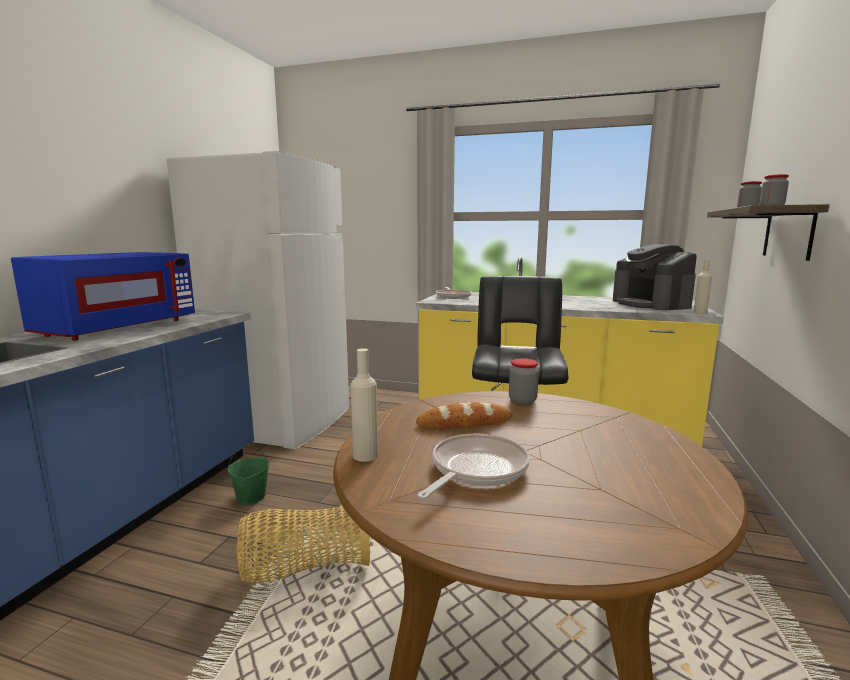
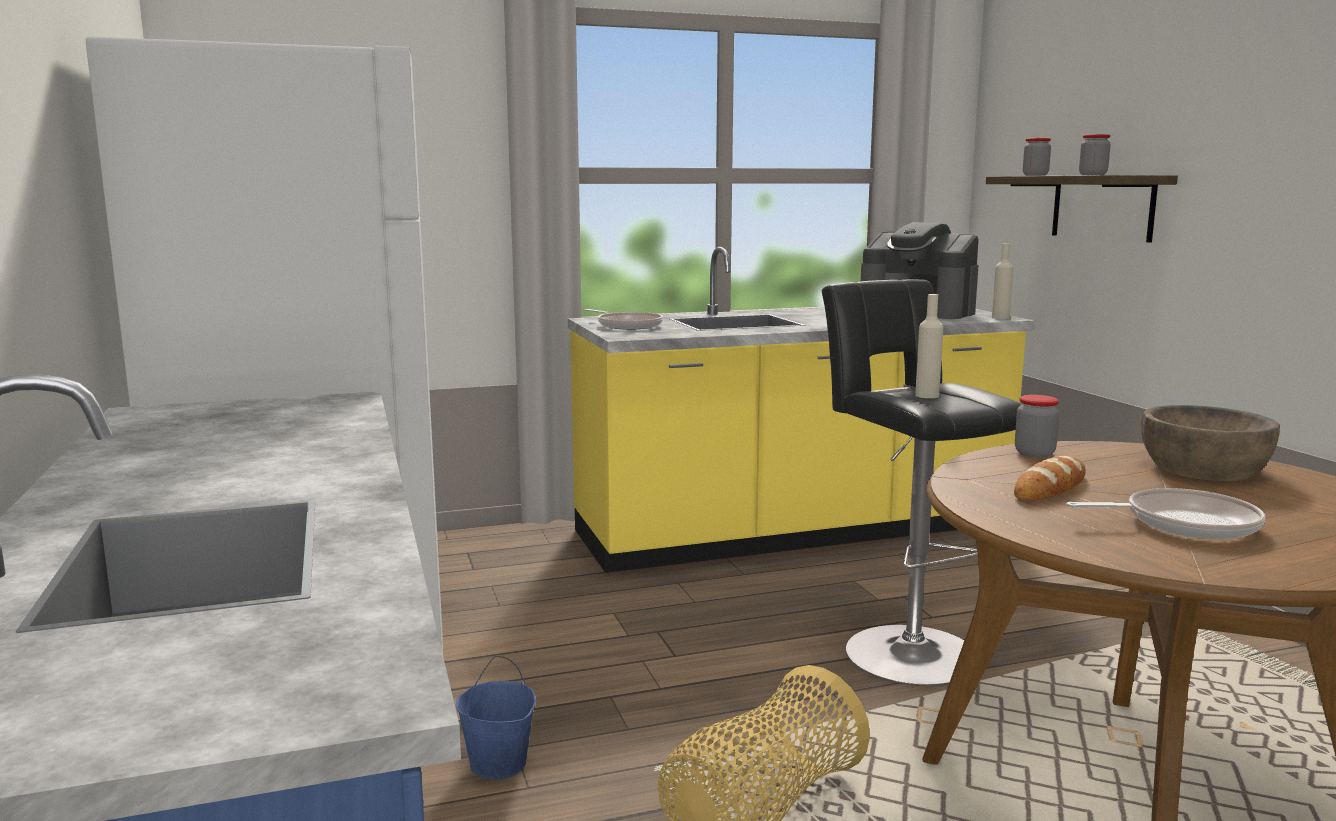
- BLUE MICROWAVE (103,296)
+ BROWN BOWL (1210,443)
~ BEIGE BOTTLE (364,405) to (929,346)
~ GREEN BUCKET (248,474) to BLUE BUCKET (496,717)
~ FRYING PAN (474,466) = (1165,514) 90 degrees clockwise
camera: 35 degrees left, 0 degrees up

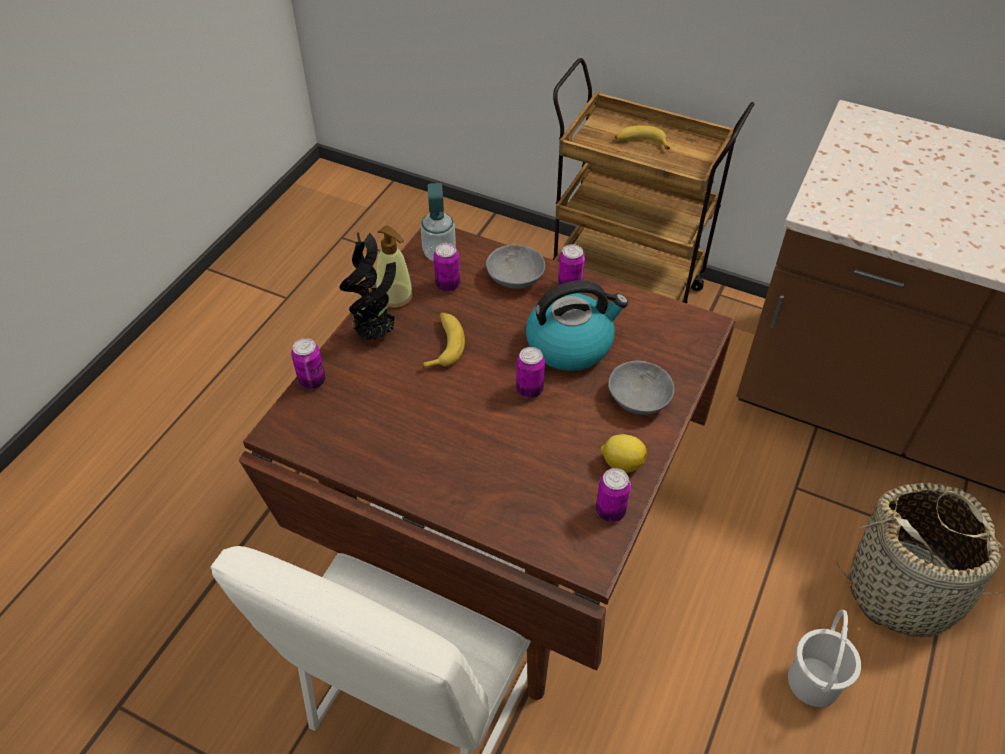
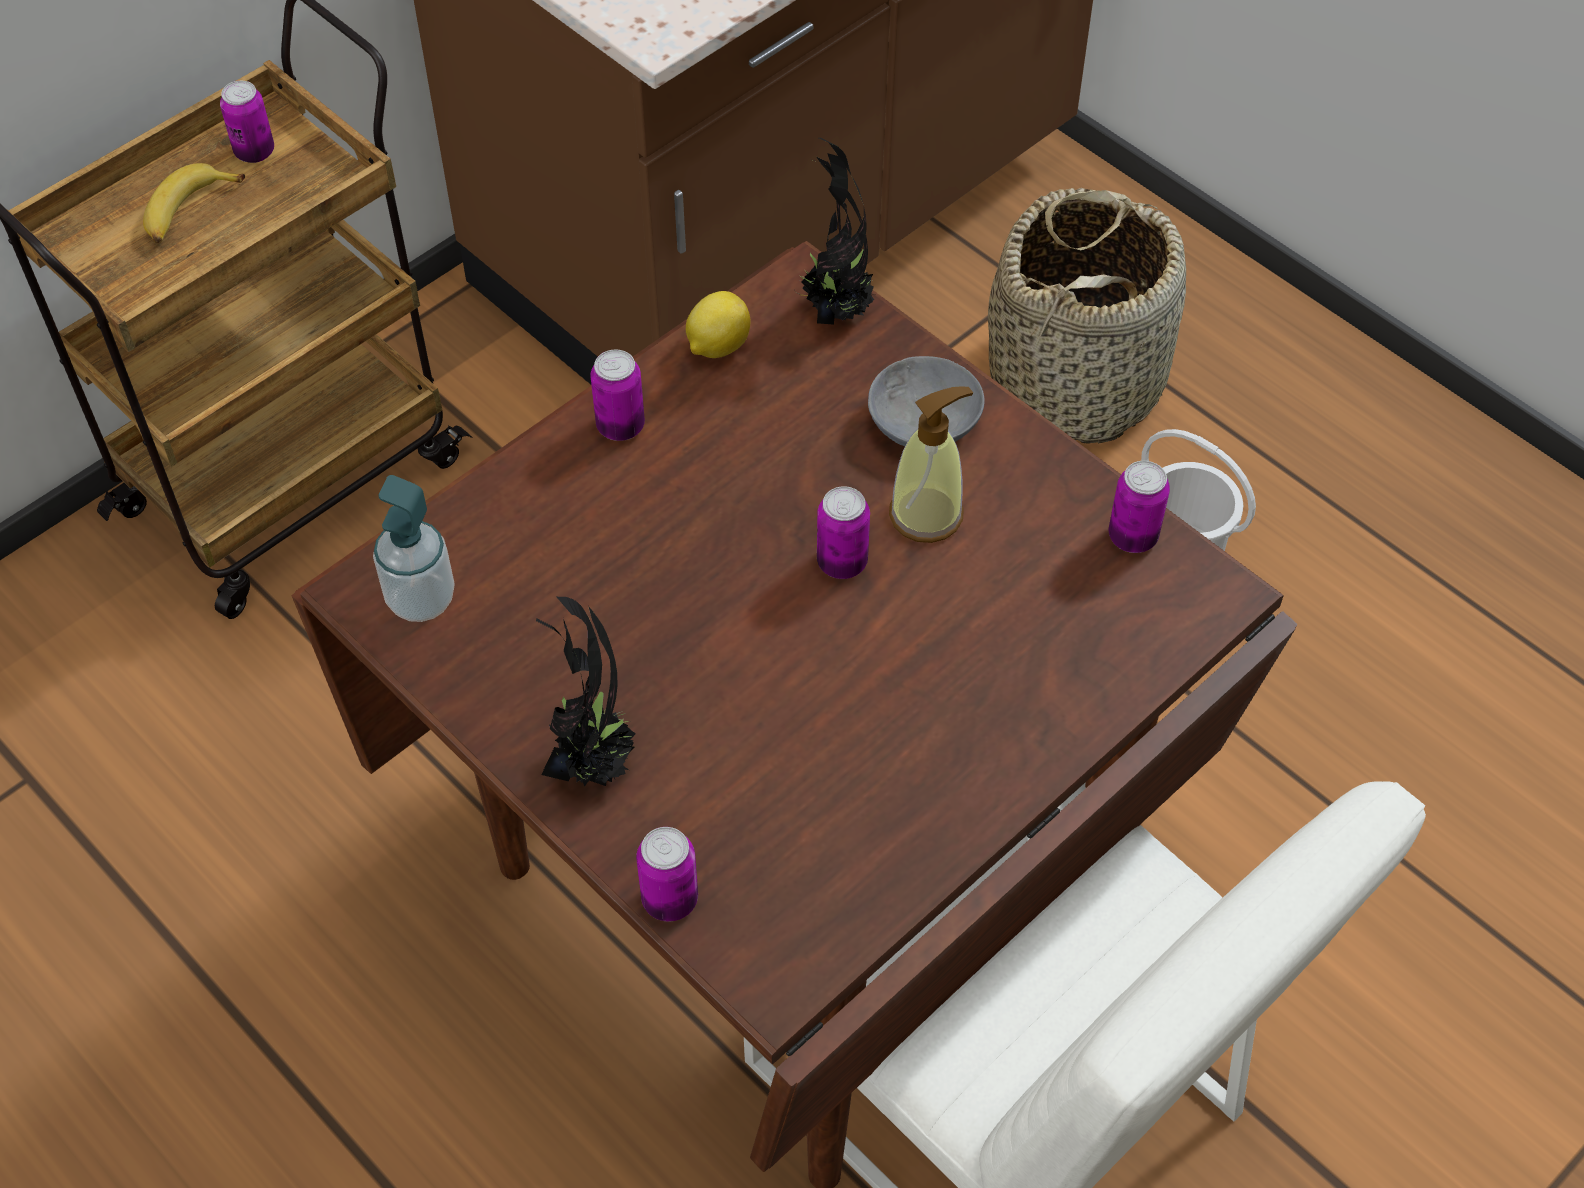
- BANANA (443,340)
- GREY BOWL (515,267)
- KETTLE (577,325)
+ POTTED PLANT (835,231)
~ SOAP DISPENSER (395,267) to (931,464)
~ CAN (446,267) to (247,122)
~ LEMON (623,453) to (718,324)
camera: 70 degrees left, 5 degrees up

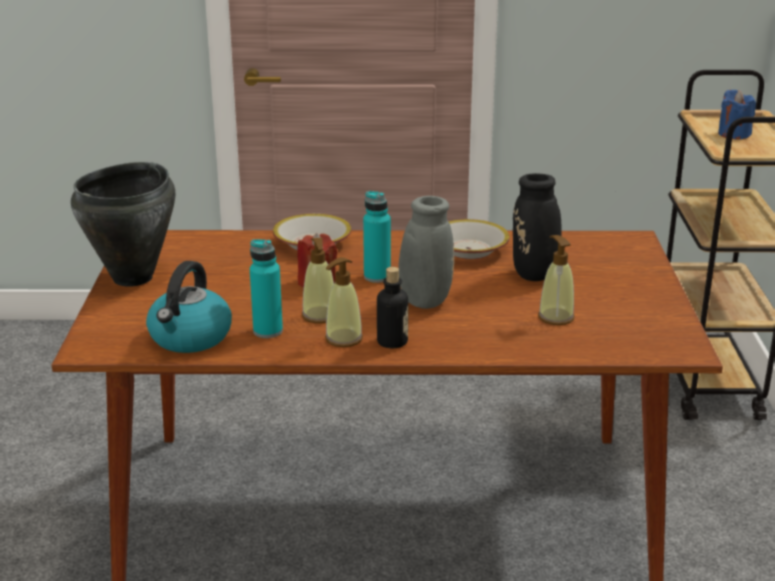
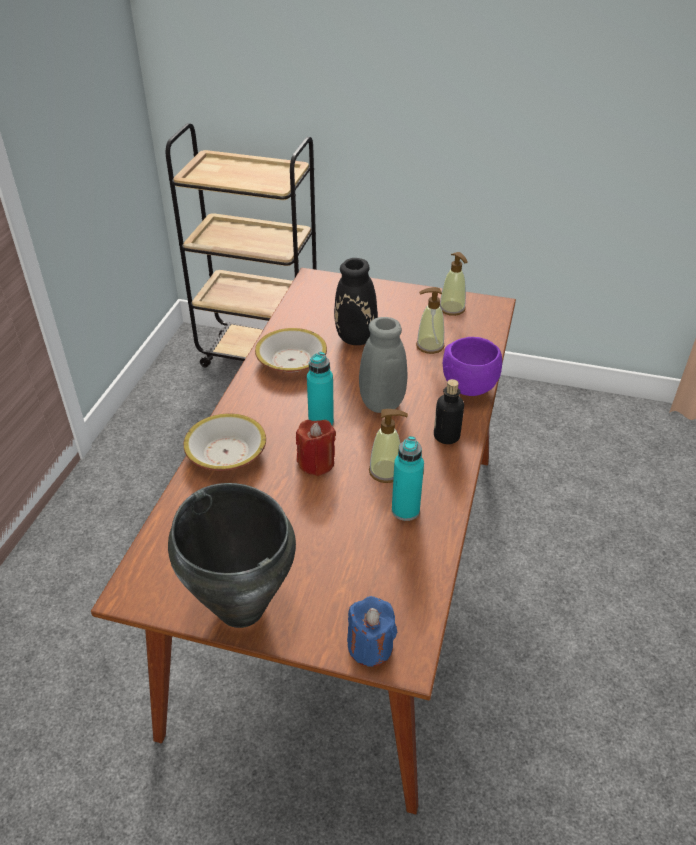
- KETTLE (189,307)
+ PURPLE BOWL (472,366)
~ SOAP DISPENSER (344,302) to (453,284)
~ BLUE CANDLE (737,115) to (372,631)
camera: 75 degrees left, 15 degrees up

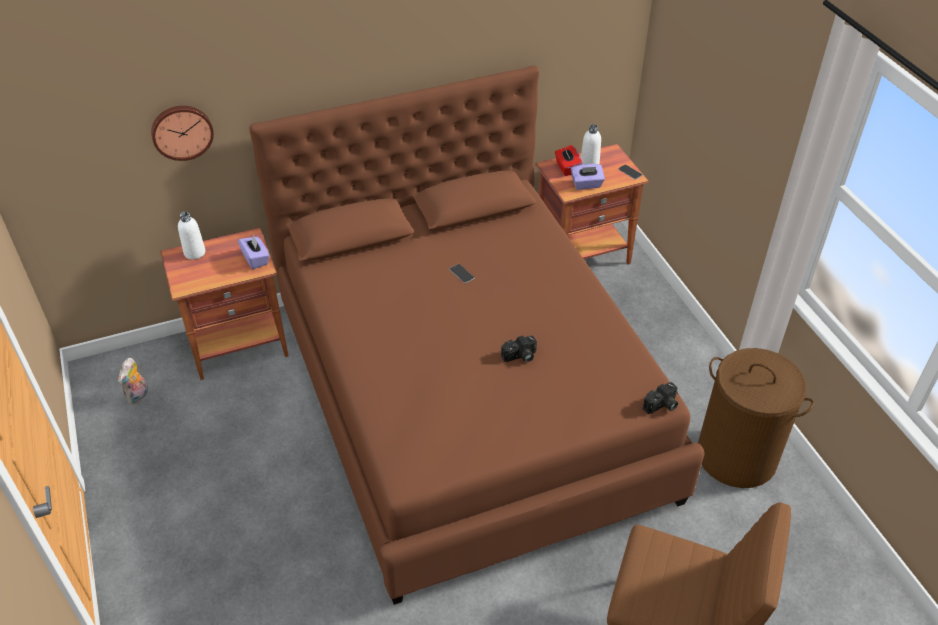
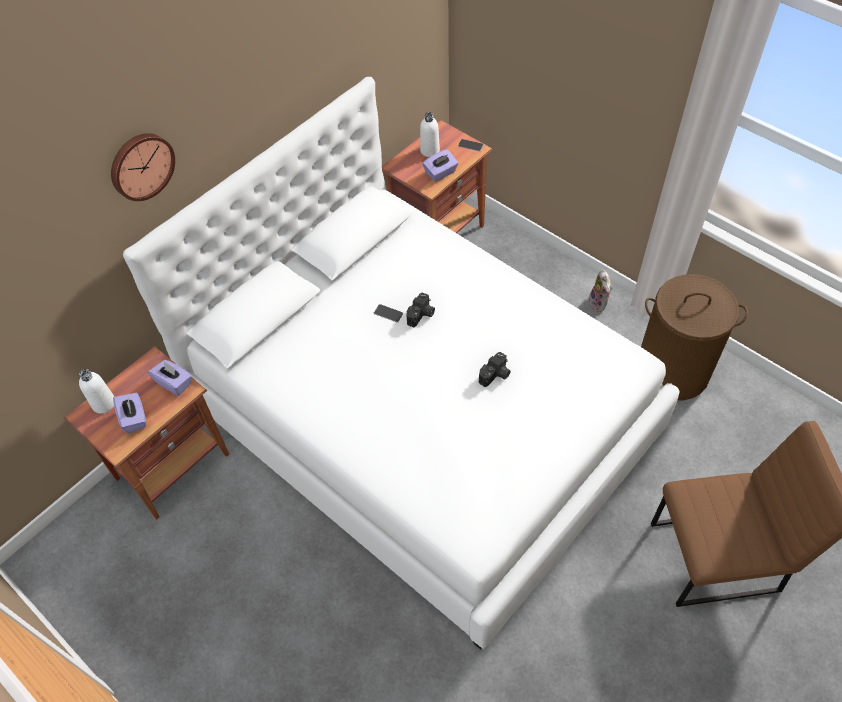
- RED TISSUE BOX (568,160)
+ PURPLE TISSUE BOX (129,413)
~ PLUSH TOY (133,381) to (601,291)
~ WALL CLOCK (182,133) to (143,167)
~ PHOTO CAMERA (660,398) to (421,309)
~ BROWN BED (477,335) to WHITE BED (401,363)
camera: 25 degrees left, 10 degrees up

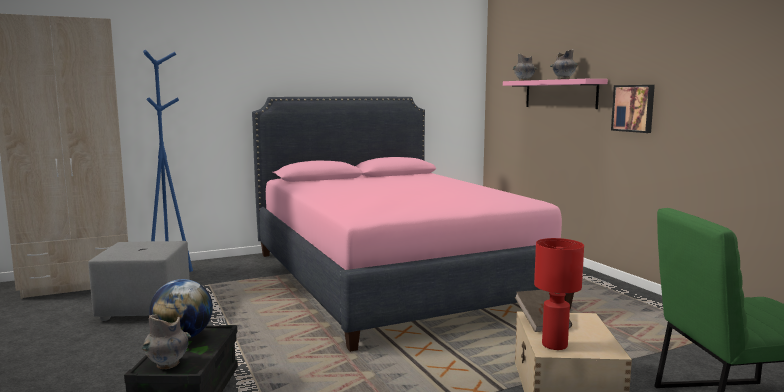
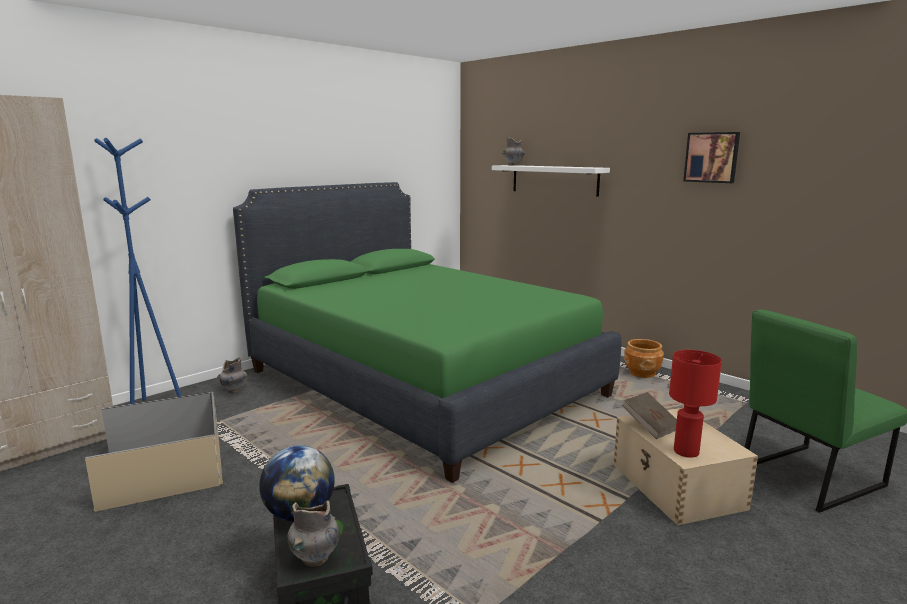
+ BROWN PLANTER (644,358)
~ GREY VASE (564,64) to (232,375)
~ PICTURE (633,109) to (711,157)
~ GREY OTTOMAN (139,281) to BEIGE STORAGE BOX (154,452)
~ PINK BED (413,224) to GREEN BED (427,332)
~ PINK SHELF (555,94) to WHITE SHELF (551,181)
camera: 20 degrees left, 5 degrees up

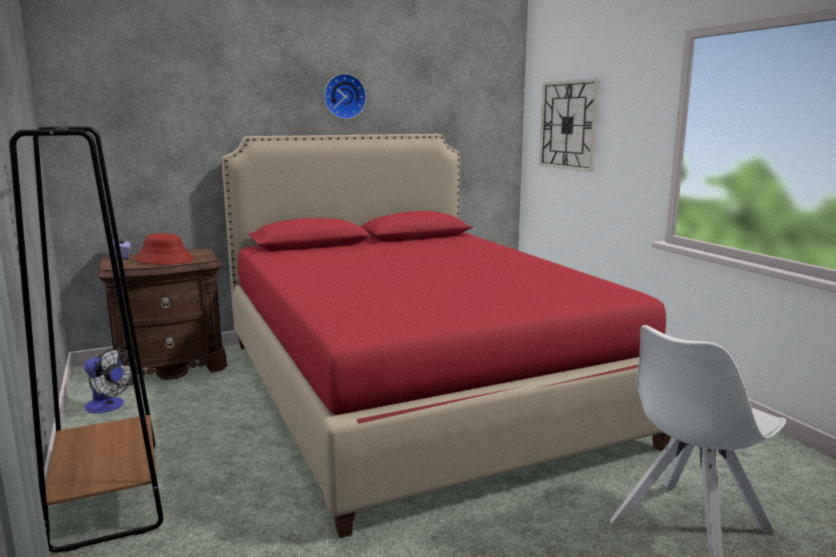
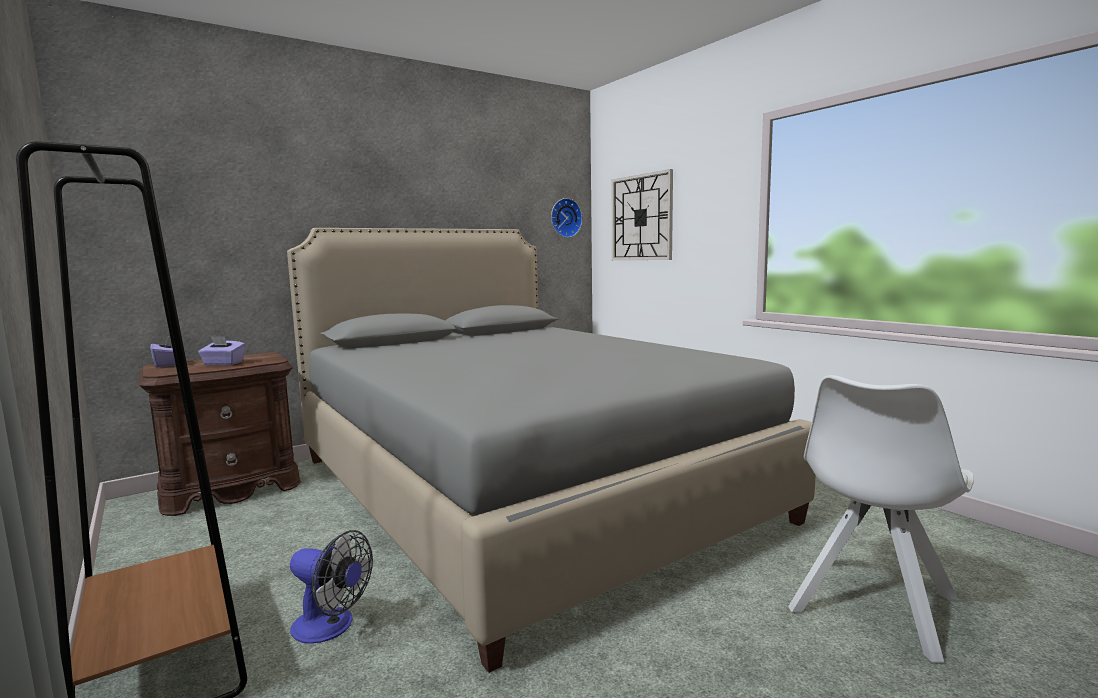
~ FAN (108,380) to (331,587)
~ WALL CLOCK (345,96) to (567,218)
~ RED HAT (164,249) to PURPLE TISSUE BOX (221,350)
~ RED BED (446,336) to GREY BED (551,450)
camera: 10 degrees left, 5 degrees down

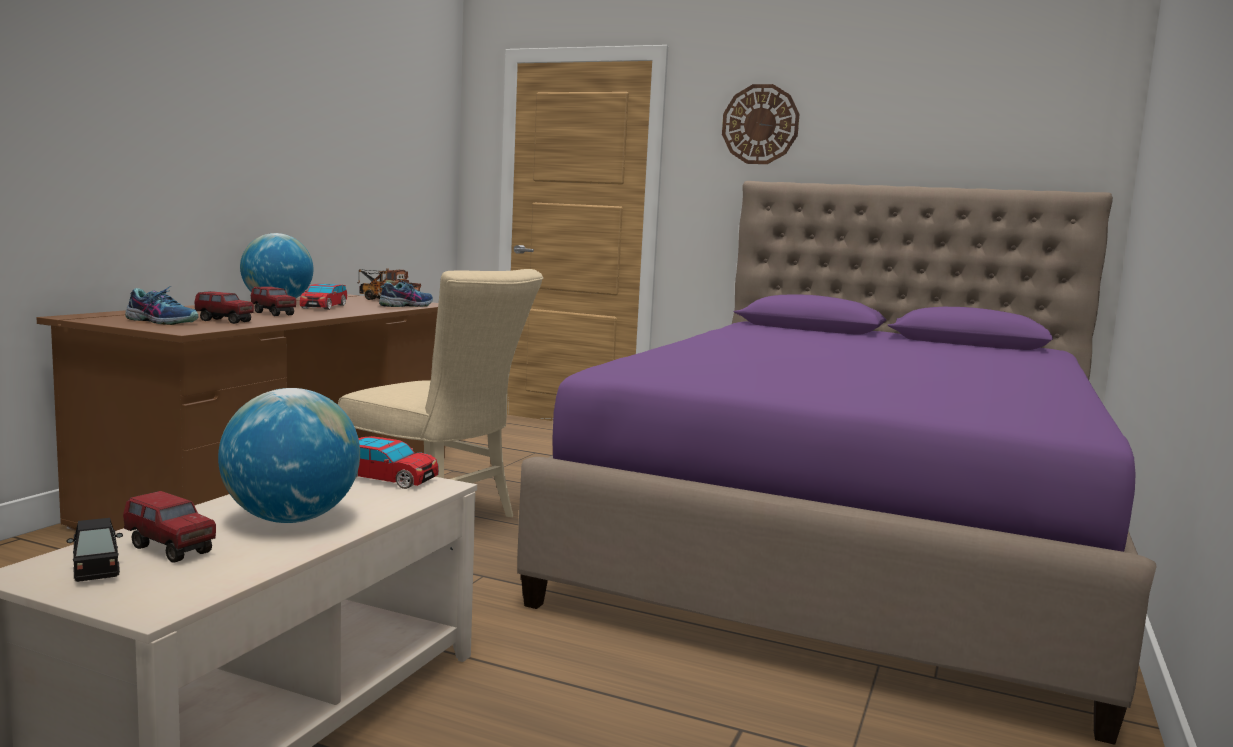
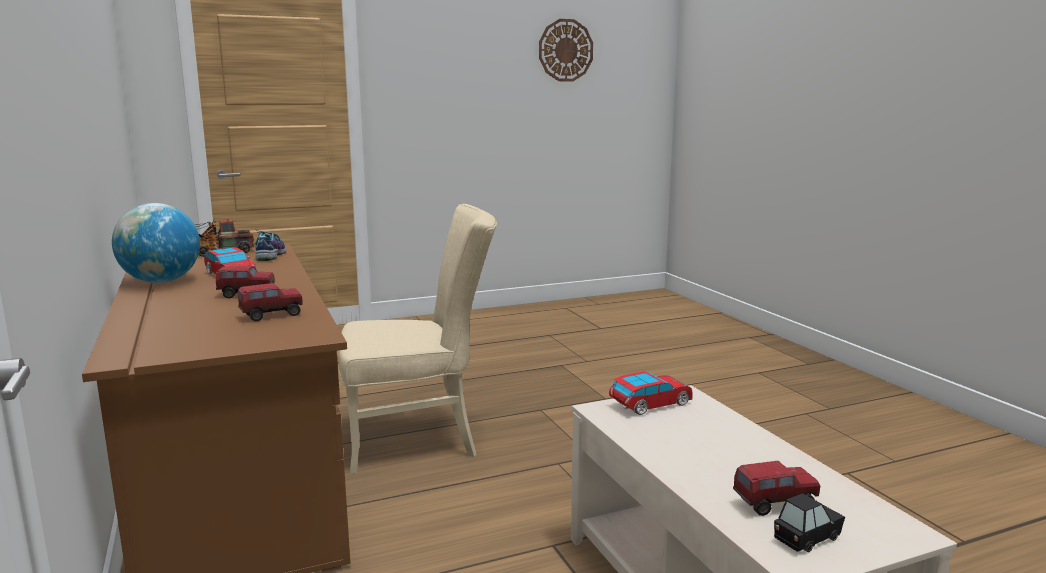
- SHOE (162,305)
- GLOBE (289,455)
- PURPLE BED (837,463)
~ WALL CLOCK (760,124) to (566,50)
~ BLACK TOY CAR (94,550) = (809,522) 135 degrees clockwise
camera: 45 degrees left, 5 degrees up

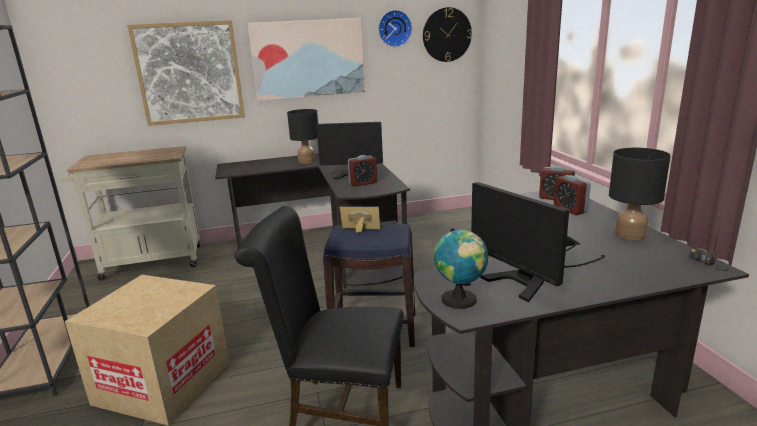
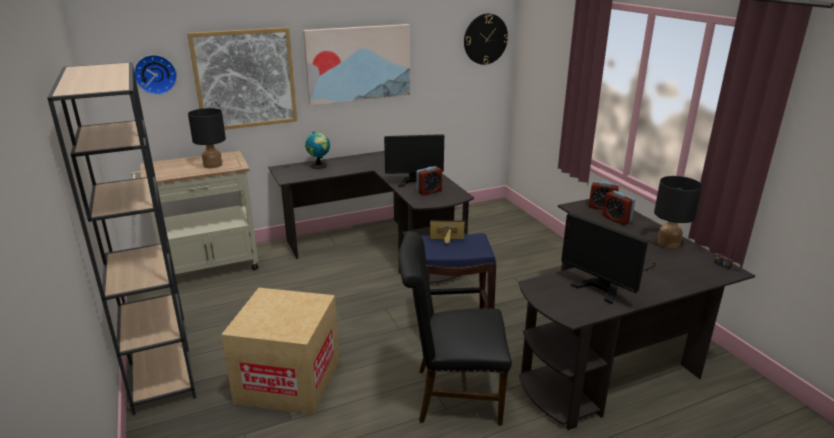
~ BLACK TABLE LAMP (302,136) to (207,138)
~ WALL CLOCK (395,28) to (155,75)
~ GLOBE (461,268) to (317,150)
camera: 10 degrees left, 5 degrees up

